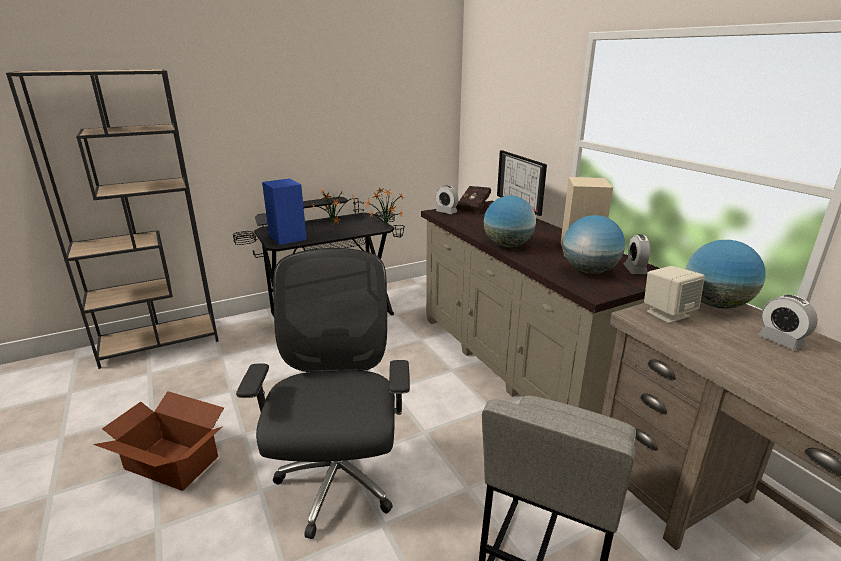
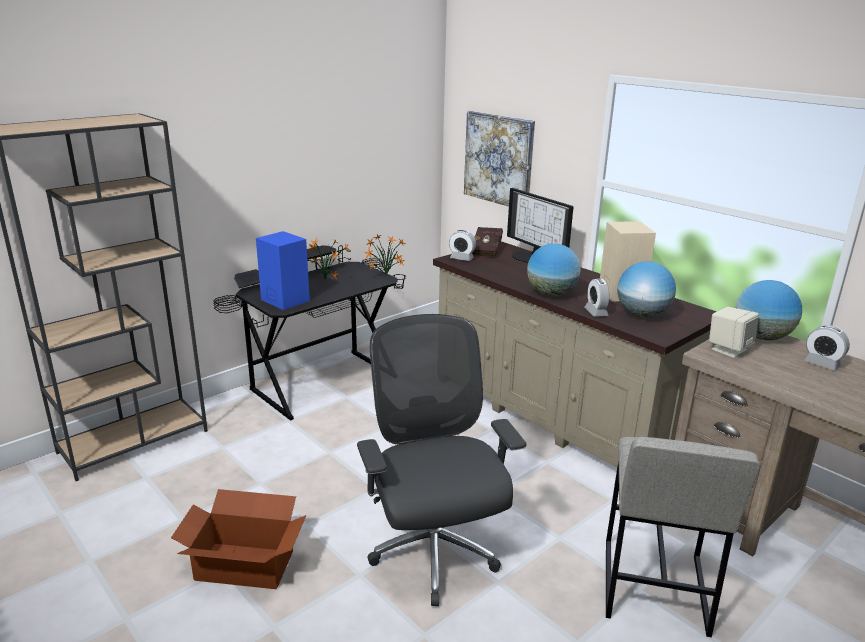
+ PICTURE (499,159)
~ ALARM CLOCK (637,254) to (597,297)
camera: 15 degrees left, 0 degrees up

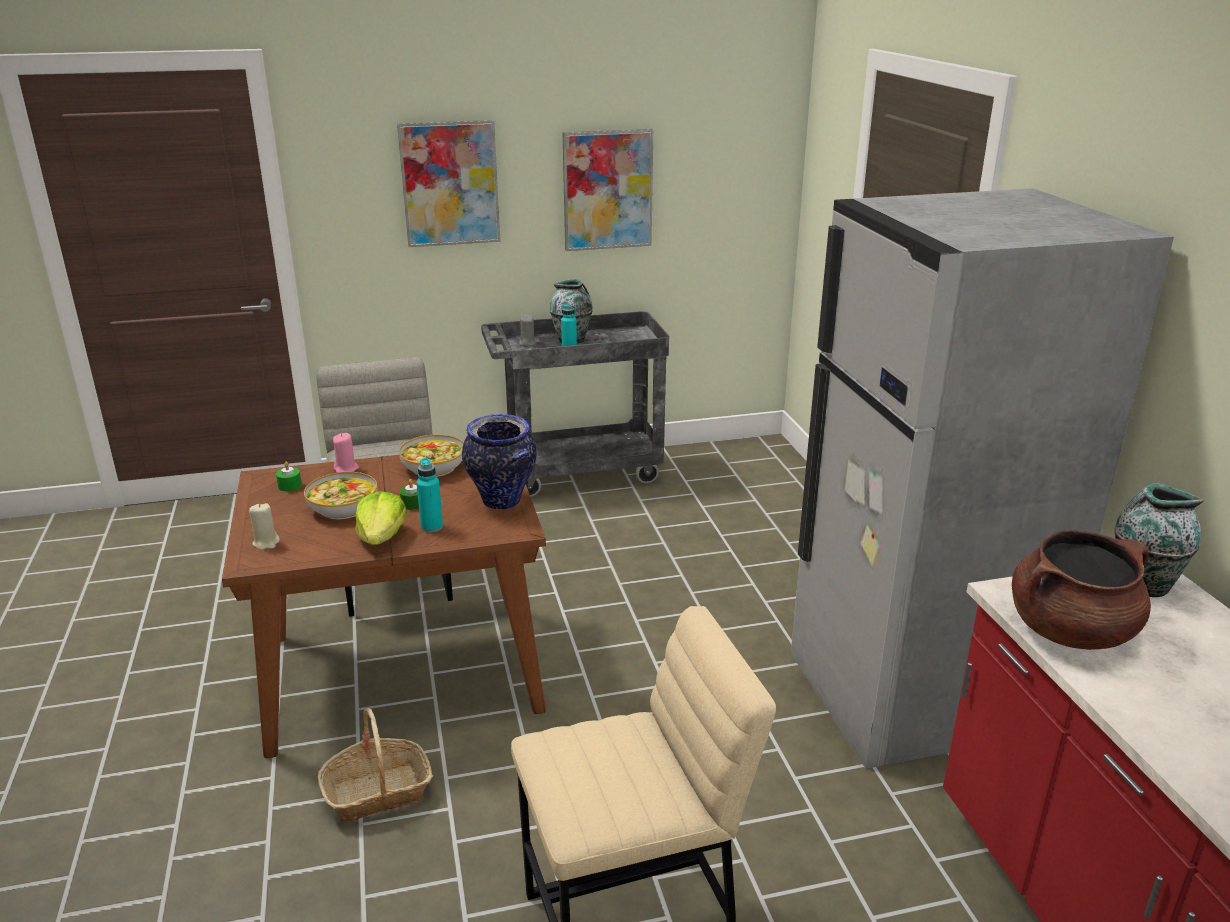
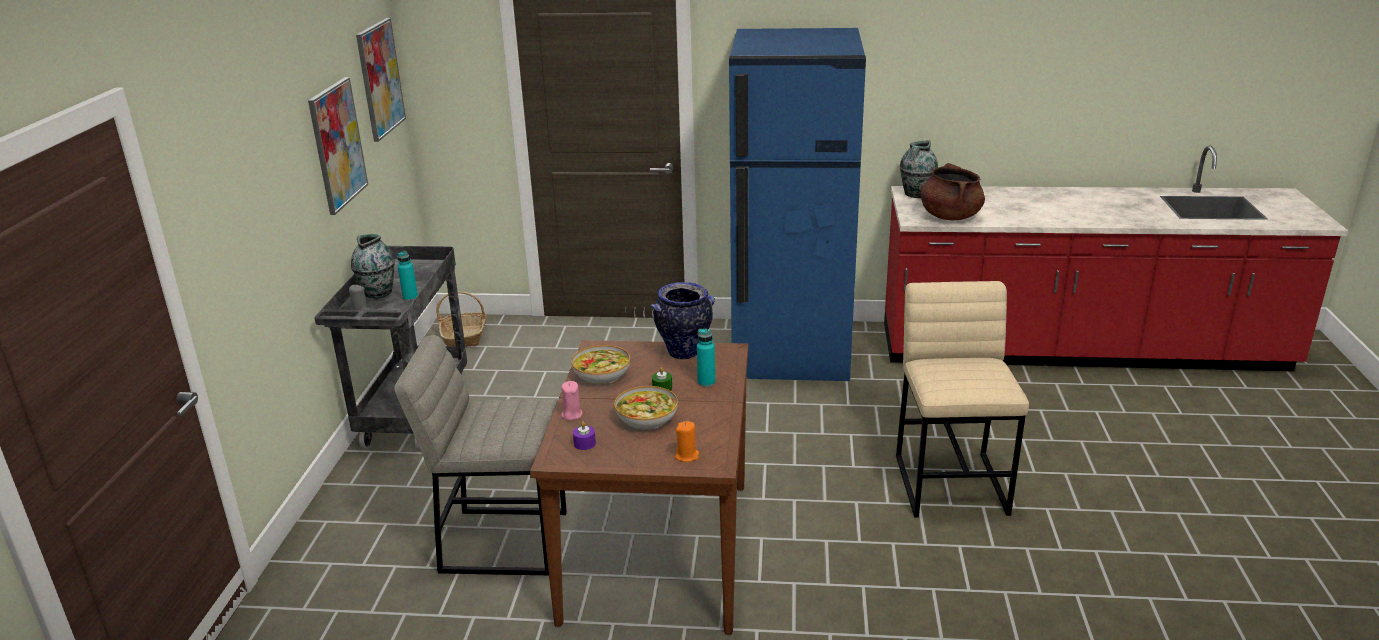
- LETTUCE (381,518)
~ BASKET (375,765) to (461,319)
~ PICTURE (448,183) to (381,80)
~ BEIGE CANDLE (264,526) to ORANGE CANDLE (687,441)
~ GREEN CANDLE (289,476) to PURPLE CANDLE (584,436)
~ GREY FRIDGE (982,478) to BLUE FRIDGE (797,204)
camera: 70 degrees left, 0 degrees up

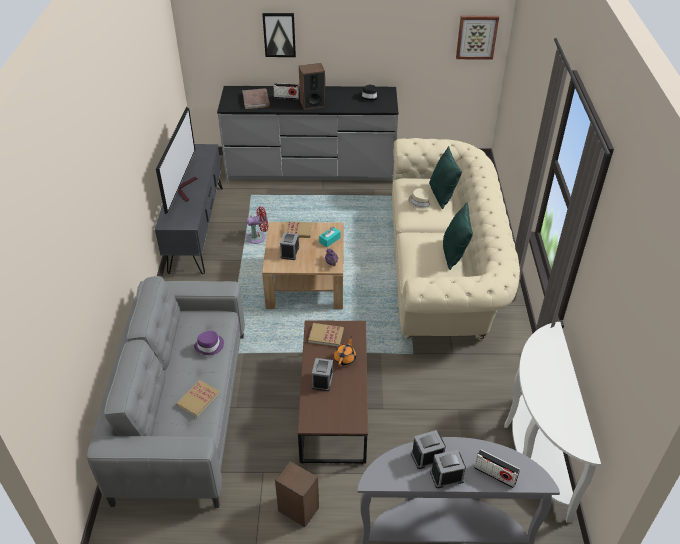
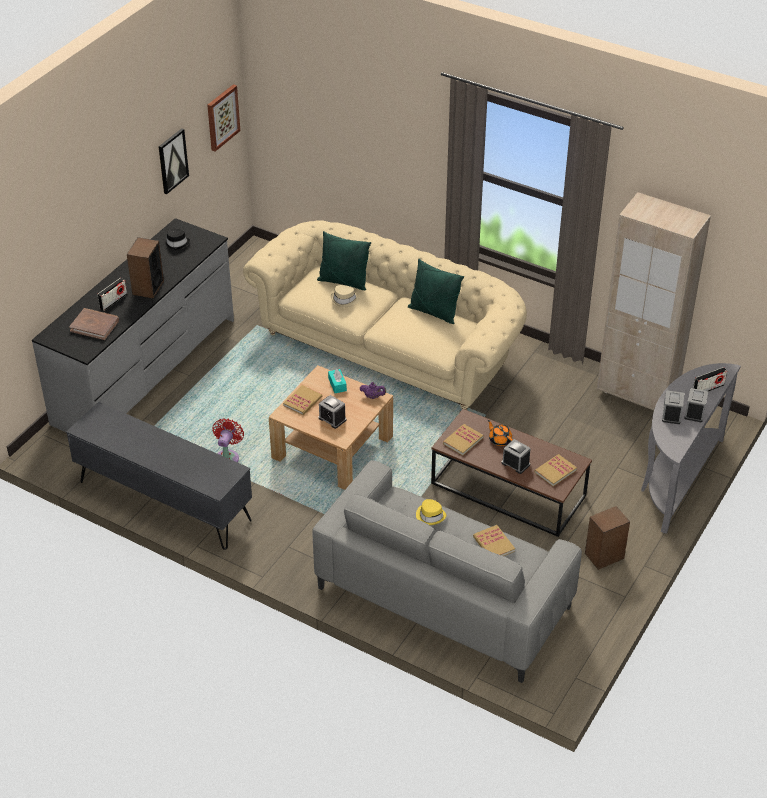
- TELEVISION (177,160)
+ BOOK (556,470)
~ PICTURE (279,35) to (173,161)
~ WHITE CONSOLE TABLE (552,422) to BEIGE CABINET (654,301)
~ PURPLE HAT (209,343) to YELLOW HAT (431,512)
camera: 60 degrees left, 0 degrees up

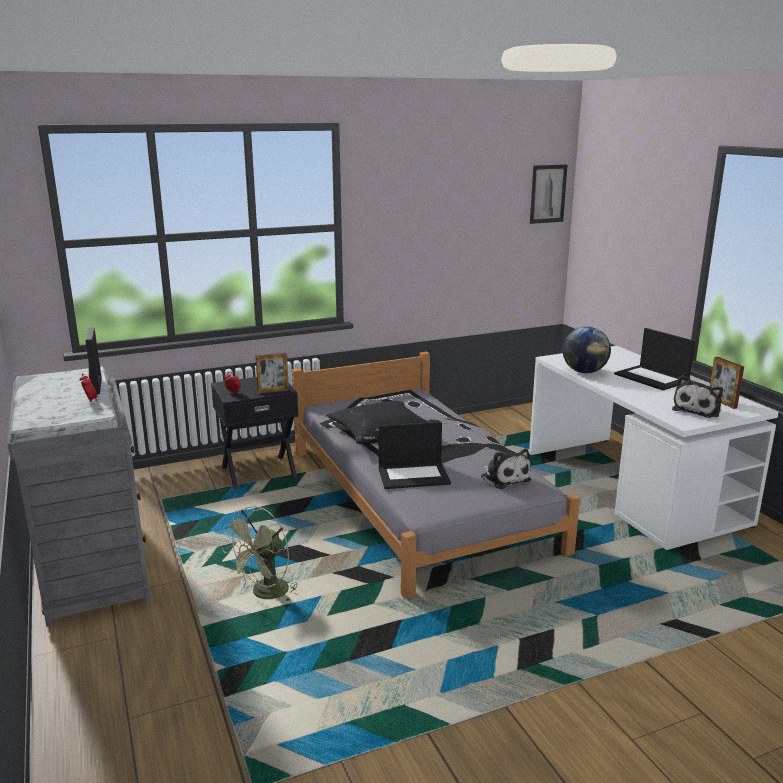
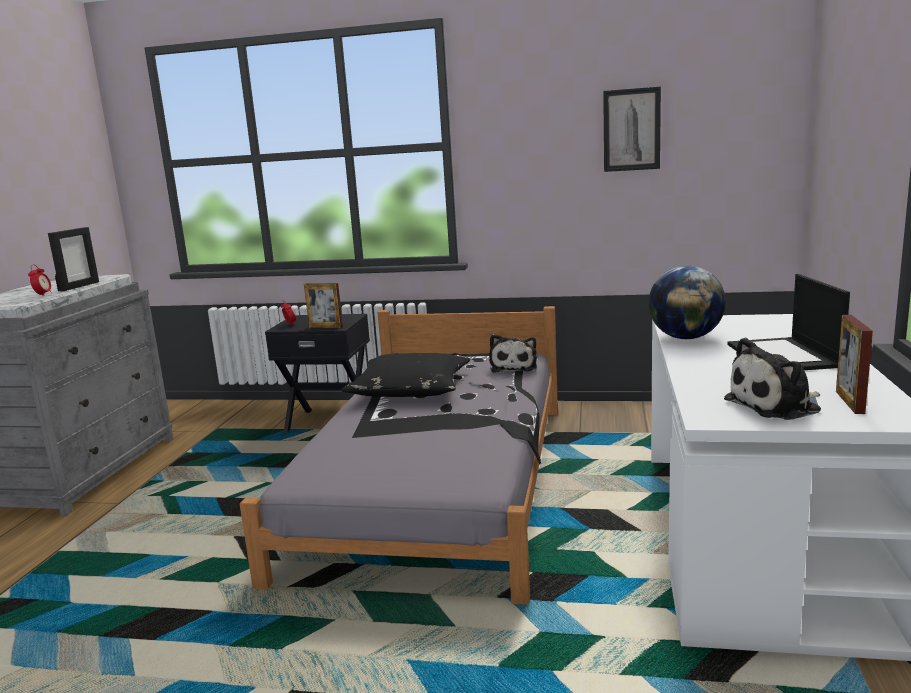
- GREEN FAN (259,554)
- LAPTOP (414,455)
~ PLUSH TOY (506,469) to (513,353)
~ PICTURE (549,194) to (632,129)
camera: 35 degrees right, 5 degrees down

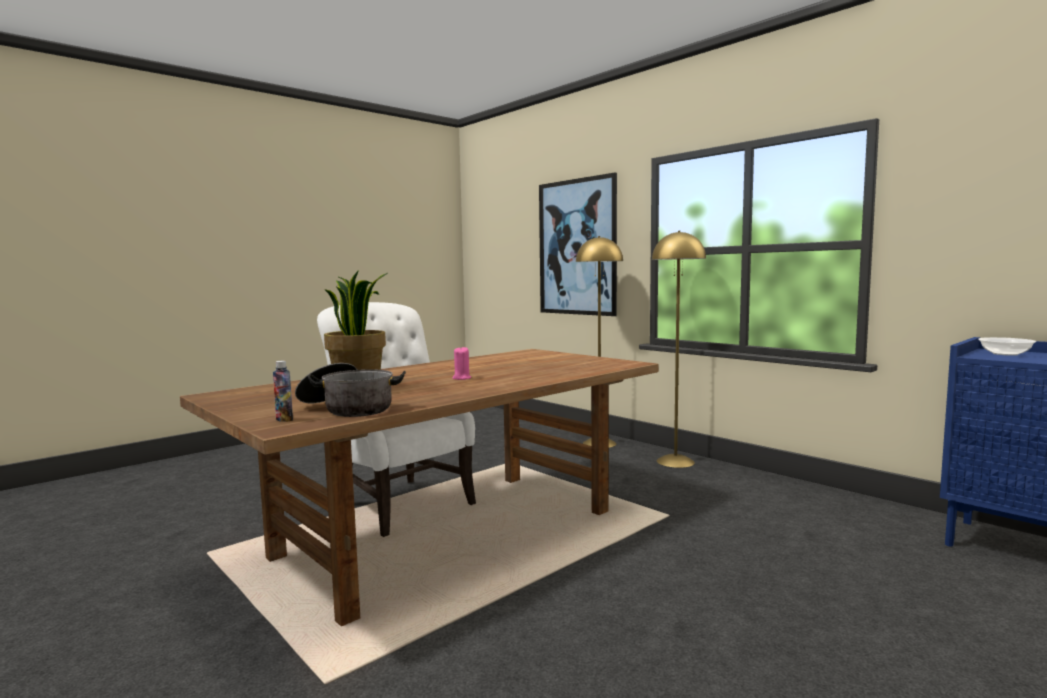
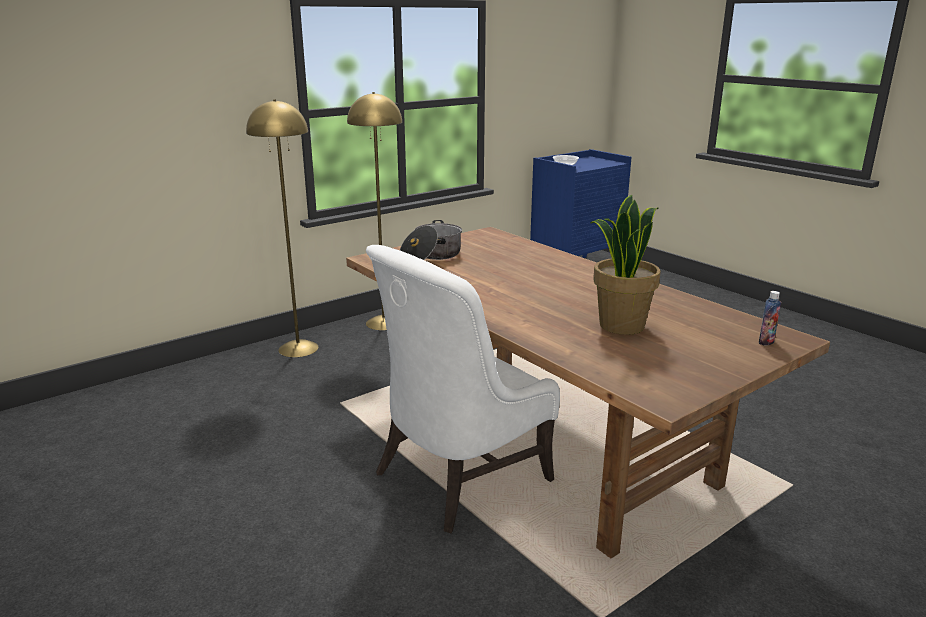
- PINK CANDLE (461,363)
- PICTURE (578,244)
~ COOKING POT (350,390) to (431,240)
camera: 85 degrees left, 15 degrees up

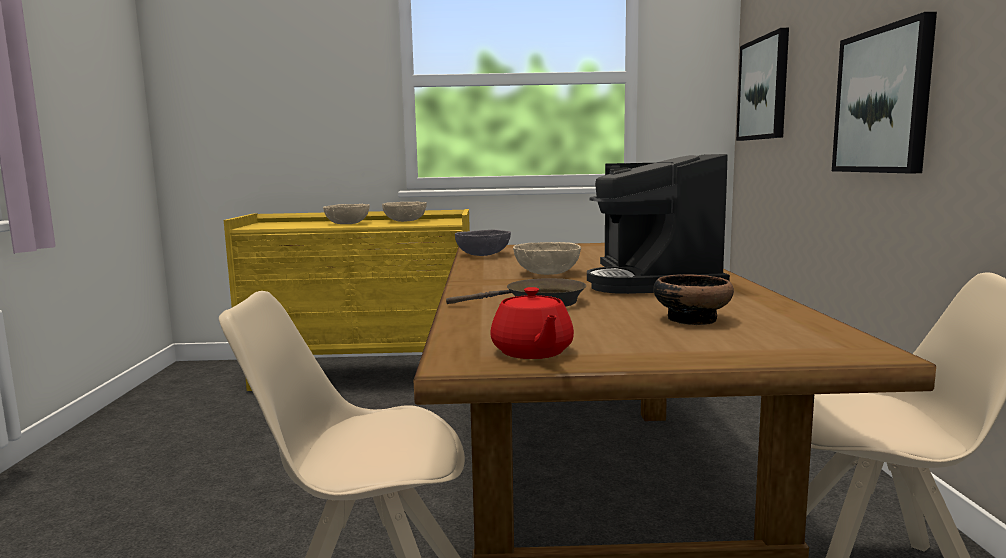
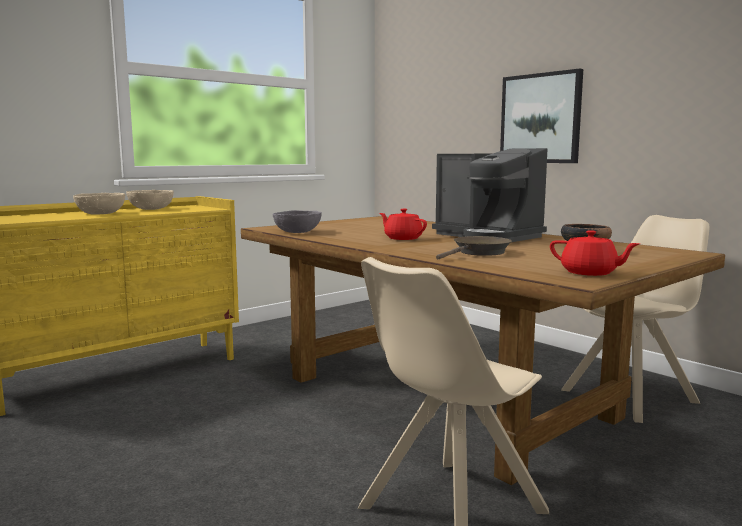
- PICTURE (762,84)
~ BEIGE BOWL (547,258) to RED TEAPOT (403,224)
camera: 40 degrees left, 0 degrees up

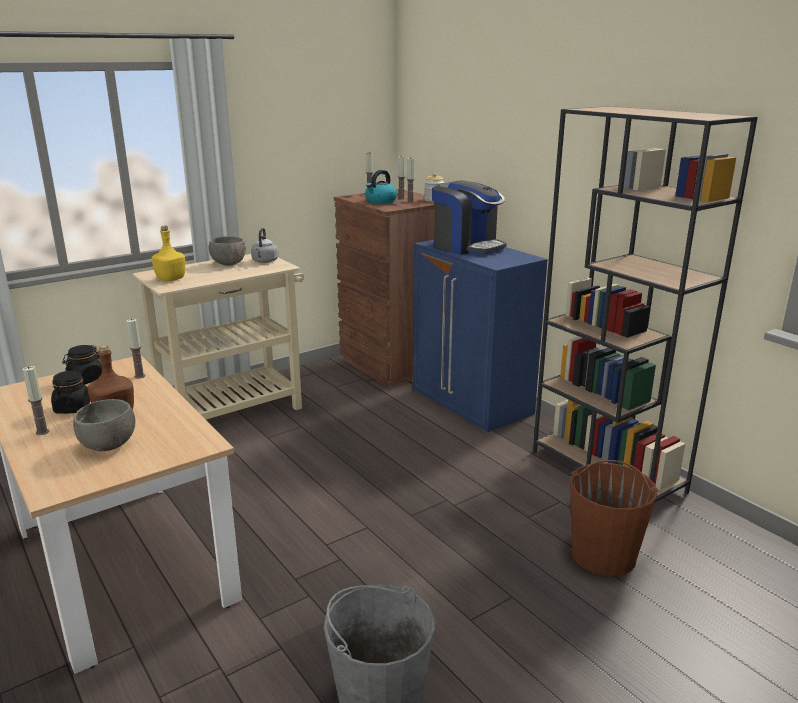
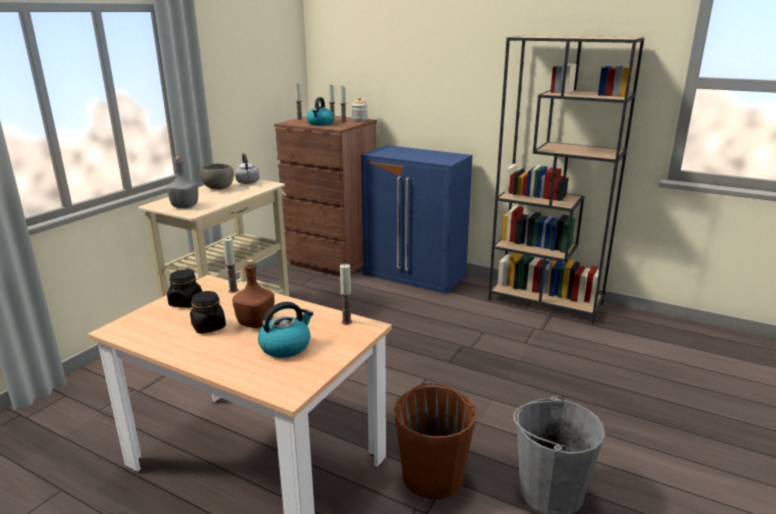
- COFFEE MACHINE (469,217)
~ CANDLE (35,400) to (346,294)
~ BROWN BUCKET (614,518) to (435,440)
~ GREY BOWL (104,425) to KETTLE (285,330)
~ YELLOW BOTTLE (168,253) to GREY BOTTLE (182,182)
camera: 25 degrees left, 0 degrees up

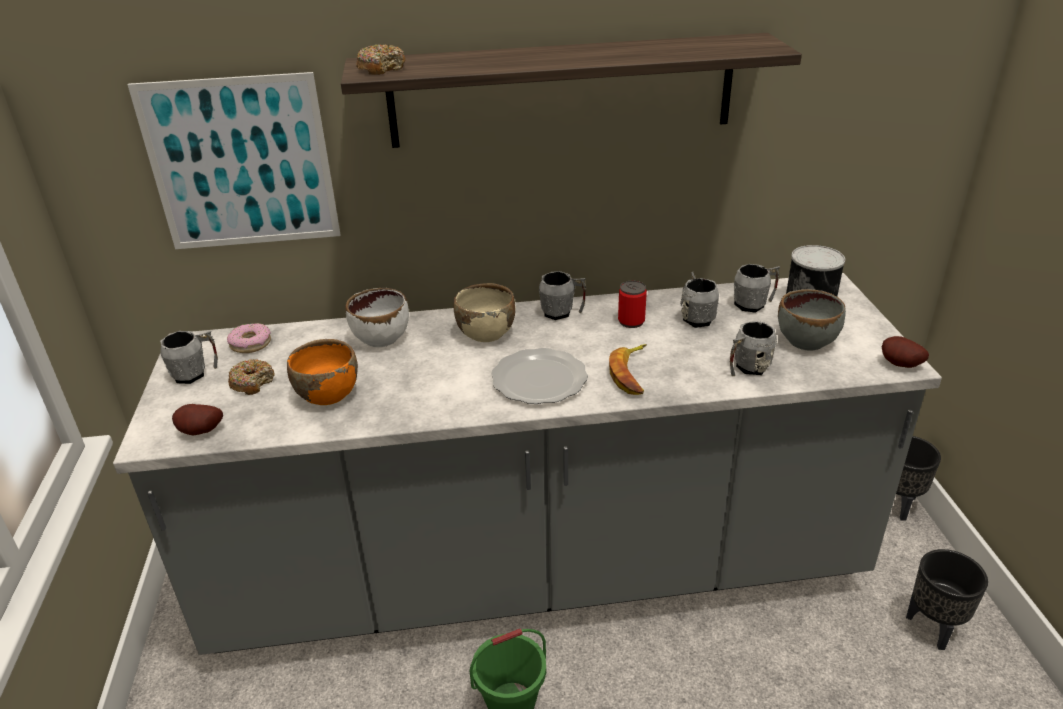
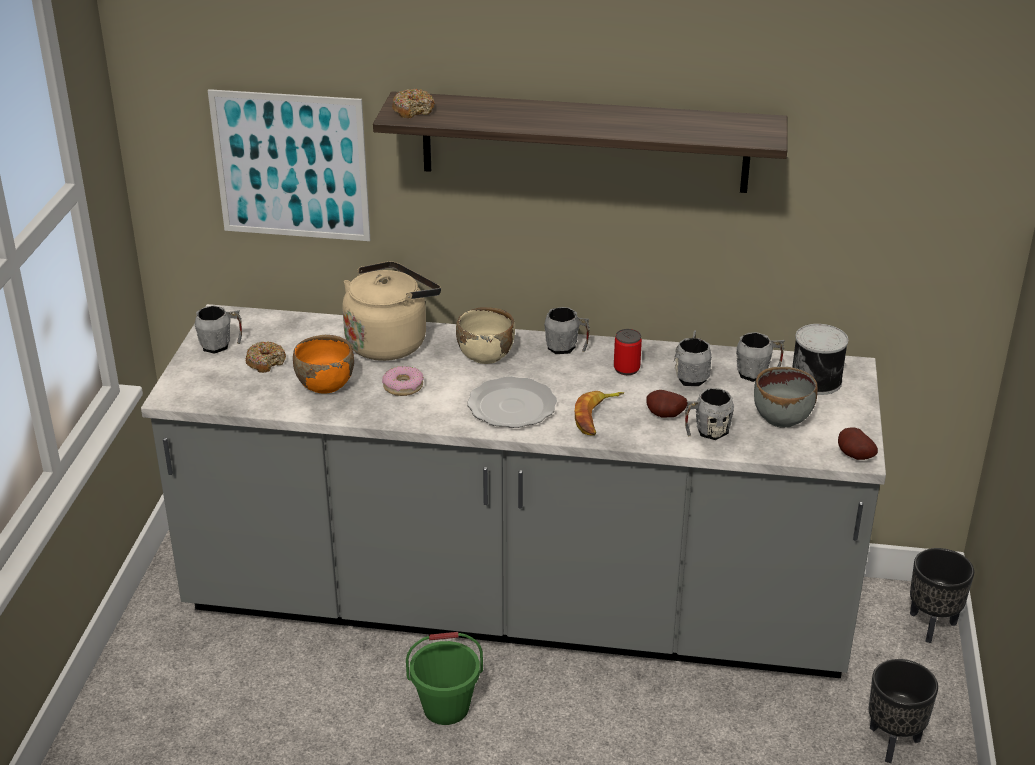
~ POTATO (197,419) to (667,404)
~ DONUT (249,338) to (403,381)
~ WHITE BOWL (377,317) to BEIGE KETTLE (391,311)
camera: 15 degrees right, 0 degrees up

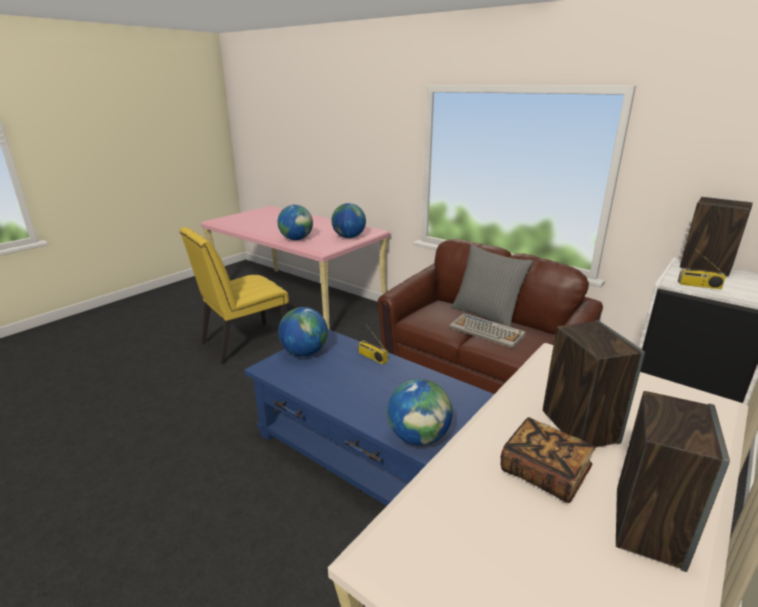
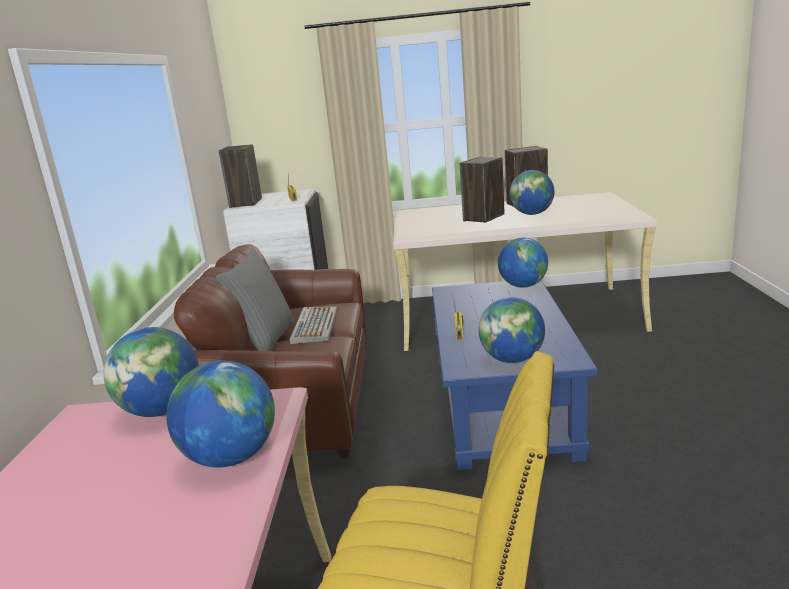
~ BOOK (548,460) to GLOBE (532,192)
camera: 125 degrees left, 5 degrees down

